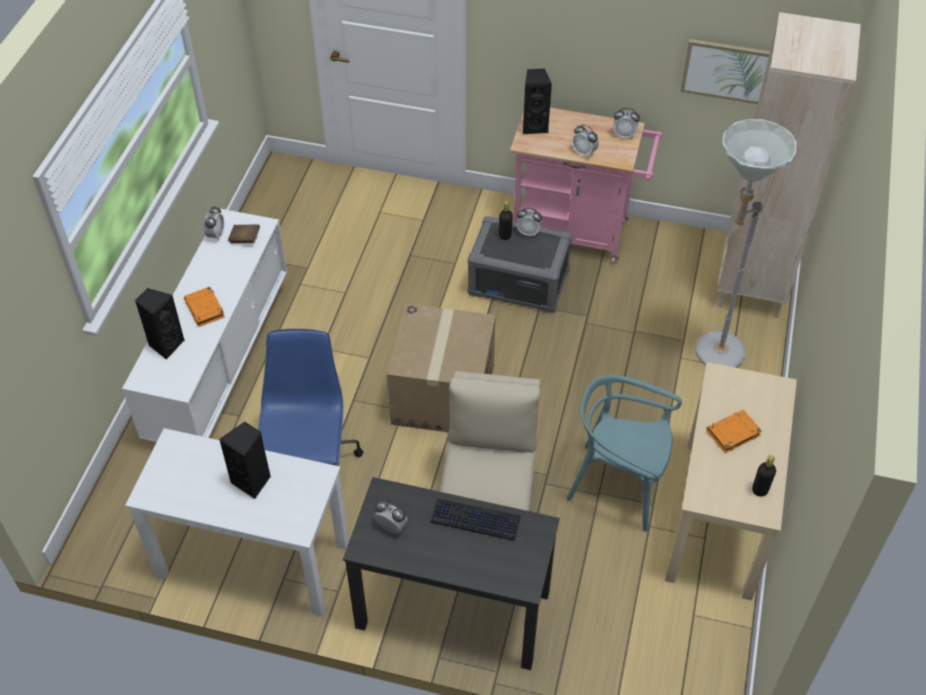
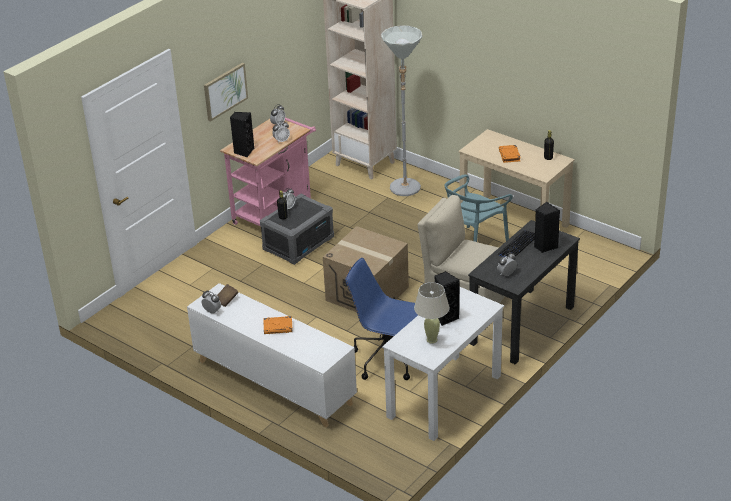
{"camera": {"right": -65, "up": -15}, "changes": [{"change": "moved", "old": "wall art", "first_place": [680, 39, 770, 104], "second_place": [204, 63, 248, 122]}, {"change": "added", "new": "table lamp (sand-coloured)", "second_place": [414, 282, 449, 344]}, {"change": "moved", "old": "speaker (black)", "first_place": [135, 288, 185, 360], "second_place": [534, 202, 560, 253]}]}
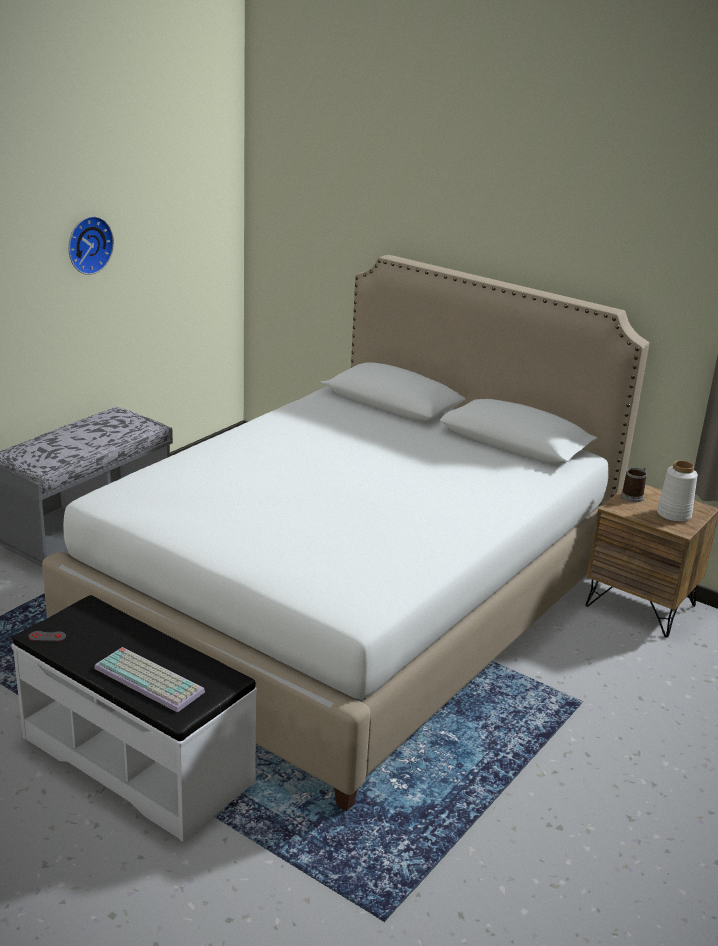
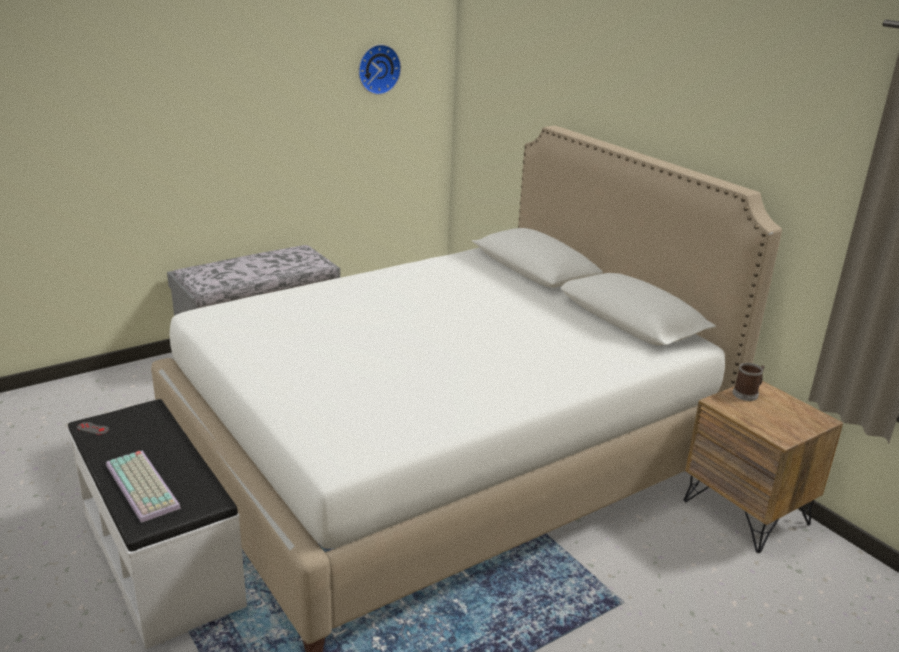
{"camera": {"right": 20, "up": 0}, "changes": [{"change": "moved", "old": "clock on the wall", "first_place": [68, 216, 114, 275], "second_place": [358, 44, 401, 95]}, {"change": "removed", "old": "decorative vase (whitish)", "first_place": [657, 460, 698, 522]}]}
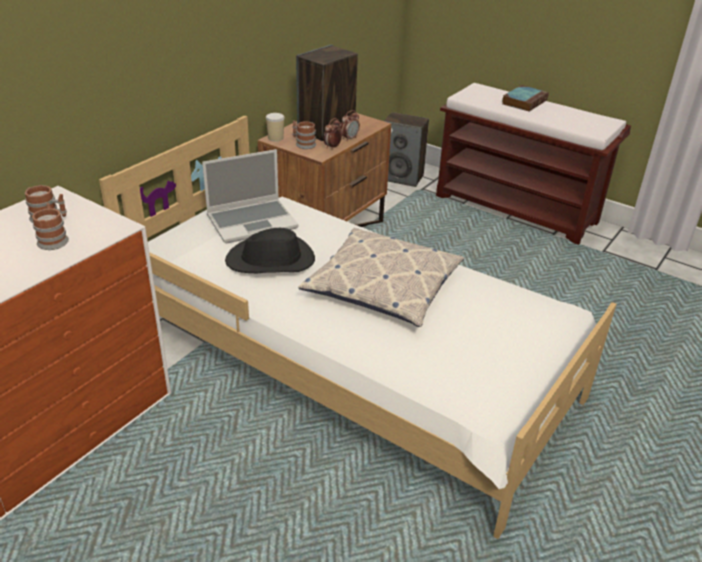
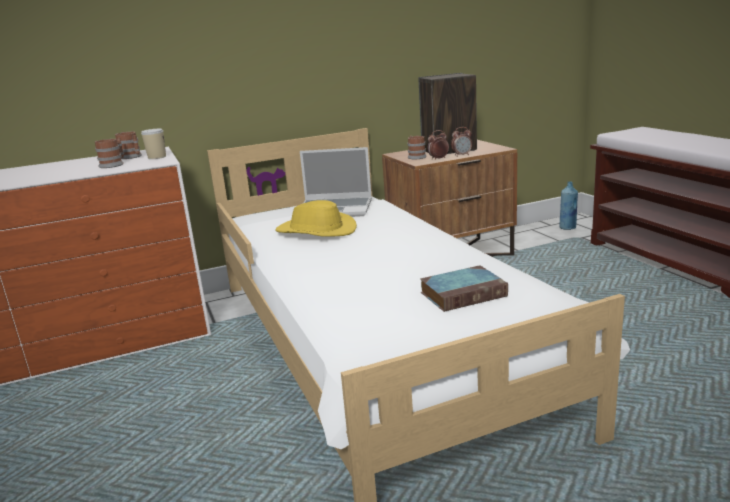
{"camera": {"right": 35, "up": -15}, "changes": [{"change": "moved", "old": "drinking cup", "first_place": [266, 113, 285, 142], "second_place": [141, 129, 166, 159]}, {"change": "recoloured", "old": "clothing hat (black)", "new": "clothing hat (yellow-coloured)", "first_place": [225, 228, 315, 273], "second_place": [275, 200, 357, 237]}, {"change": "moved", "old": "book", "first_place": [502, 85, 549, 112], "second_place": [420, 265, 508, 312]}, {"change": "replaced", "old": "speaker", "new": "bottle (blue)", "first_place": [384, 112, 429, 187], "second_place": [559, 181, 578, 230]}, {"change": "removed", "old": "throw pillow", "first_place": [298, 228, 464, 327]}]}
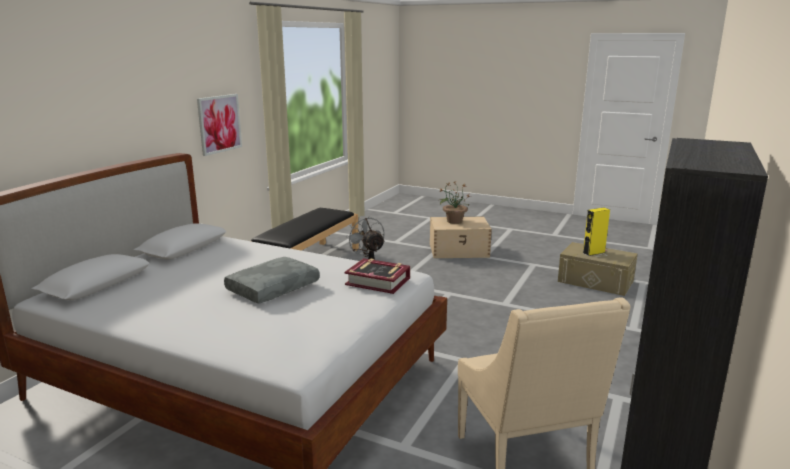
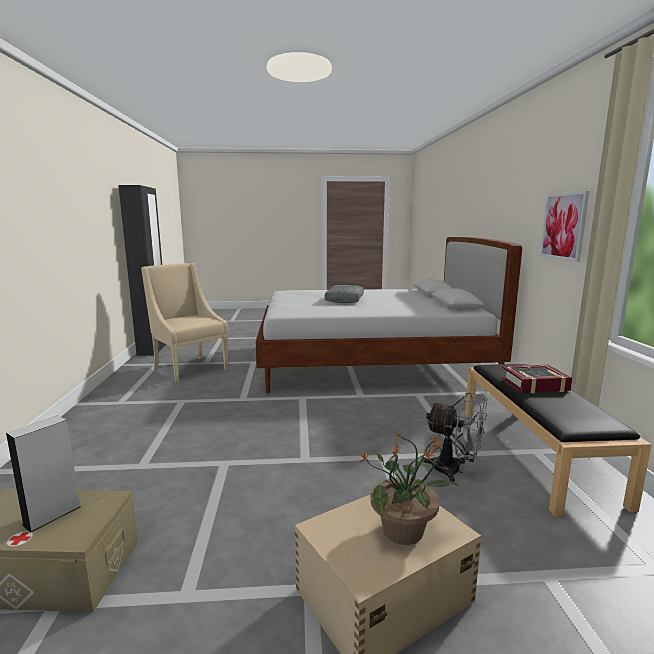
{"camera": {"right": 150, "up": -5}, "changes": [{"change": "recoloured", "old": "speaker (yellow-coloured)", "new": "speaker (grey)", "first_place": [583, 207, 610, 256], "second_place": [6, 416, 81, 533]}, {"change": "moved", "old": "book", "first_place": [345, 258, 410, 294], "second_place": [501, 365, 572, 393]}]}
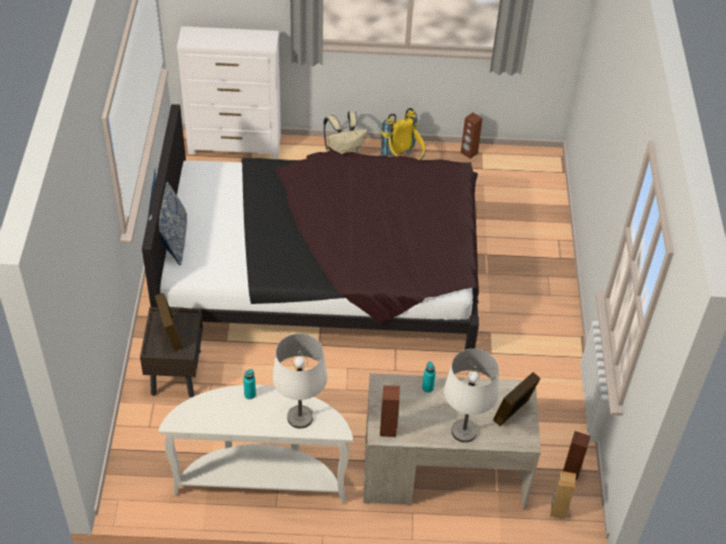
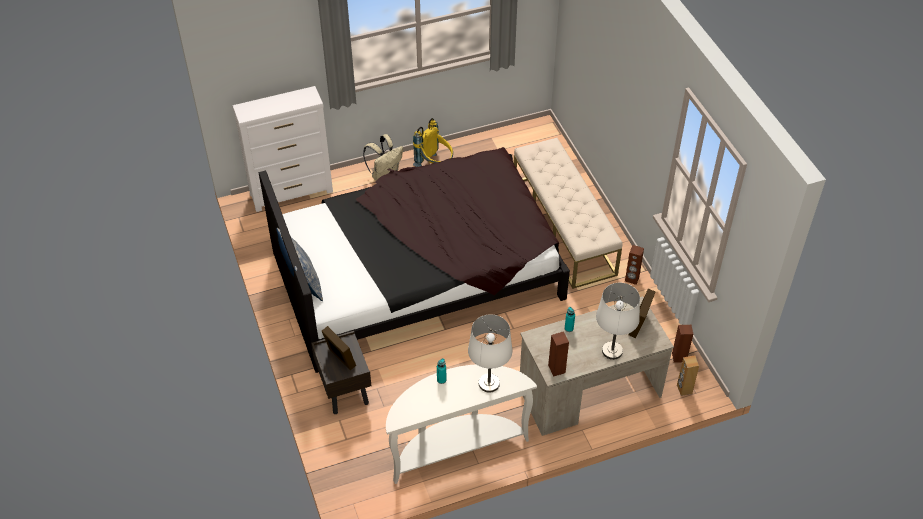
{"camera": {"right": -20, "up": 0}, "changes": [{"change": "added", "new": "bench (sand-coloured)", "second_place": [514, 138, 623, 289]}, {"change": "moved", "old": "speaker (brown-coloured)", "first_place": [461, 112, 482, 159], "second_place": [625, 245, 644, 285]}]}
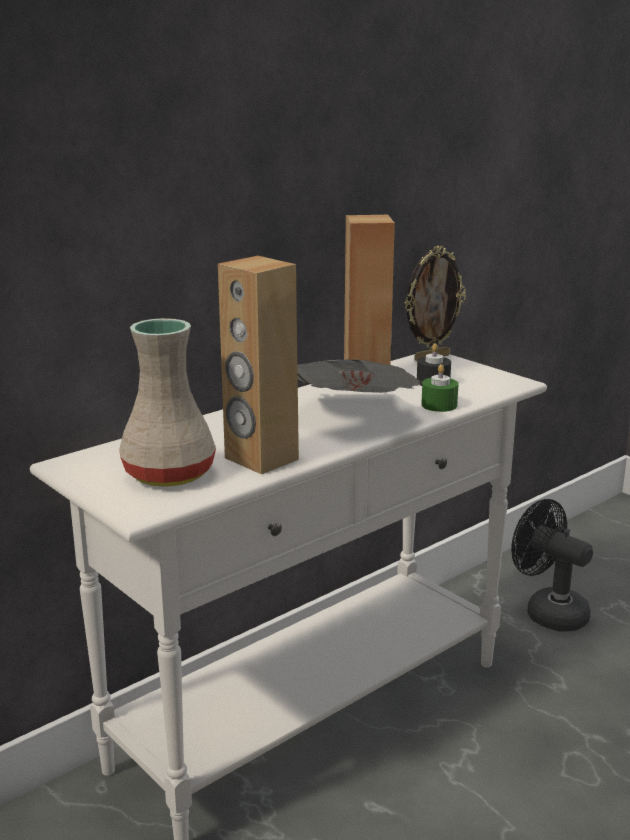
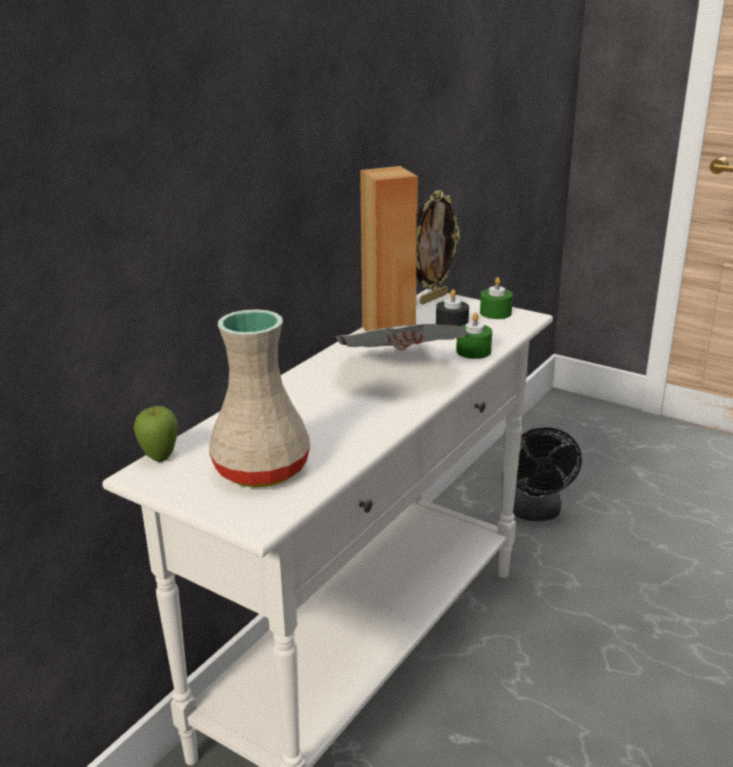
{"camera": {"right": -15, "up": 5}, "changes": [{"change": "added", "new": "apple fruit", "second_place": [133, 406, 177, 462]}, {"change": "added", "new": "wax light (green)", "second_place": [480, 277, 513, 319]}, {"change": "turned", "old": "fan (black)", "first_place": [511, 499, 593, 632], "second_place": [513, 427, 582, 521], "degrees": -120}, {"change": "removed", "old": "speaker (brown-coloured)", "first_place": [218, 256, 299, 474]}]}
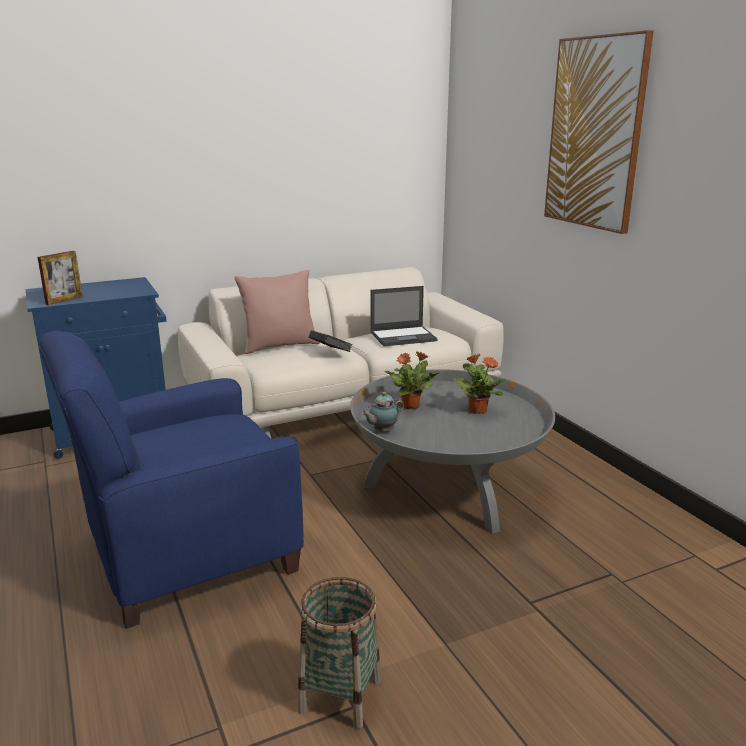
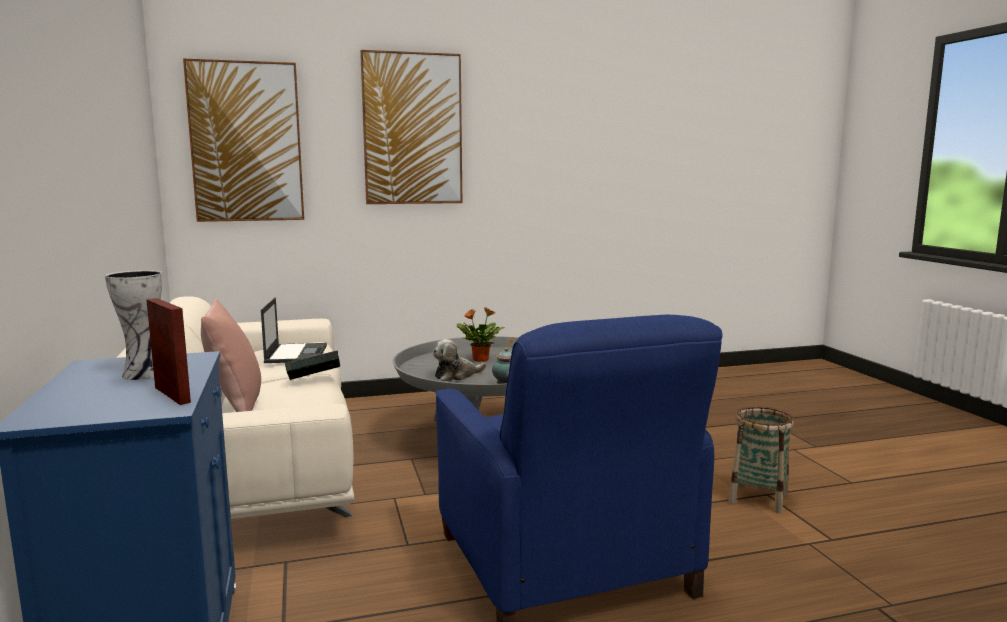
{"camera": {"right": -80, "up": -10}, "changes": [{"change": "added", "new": "decorative vase", "second_place": [105, 270, 162, 380]}, {"change": "added", "new": "wall art", "second_place": [183, 58, 304, 222]}, {"change": "replaced", "old": "plant in a pot", "new": "soft toy", "first_place": [384, 351, 440, 409], "second_place": [433, 339, 486, 381]}]}
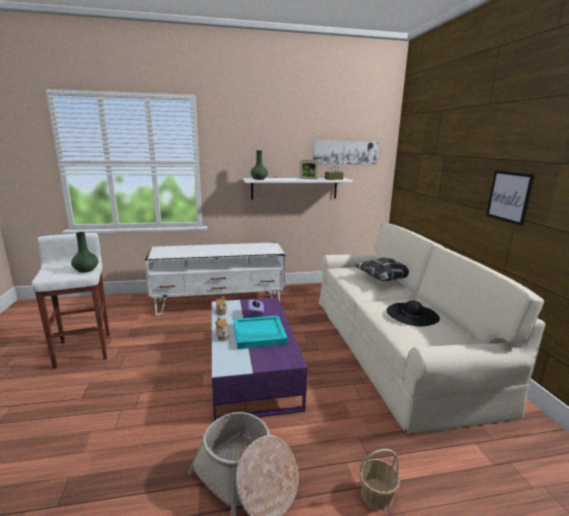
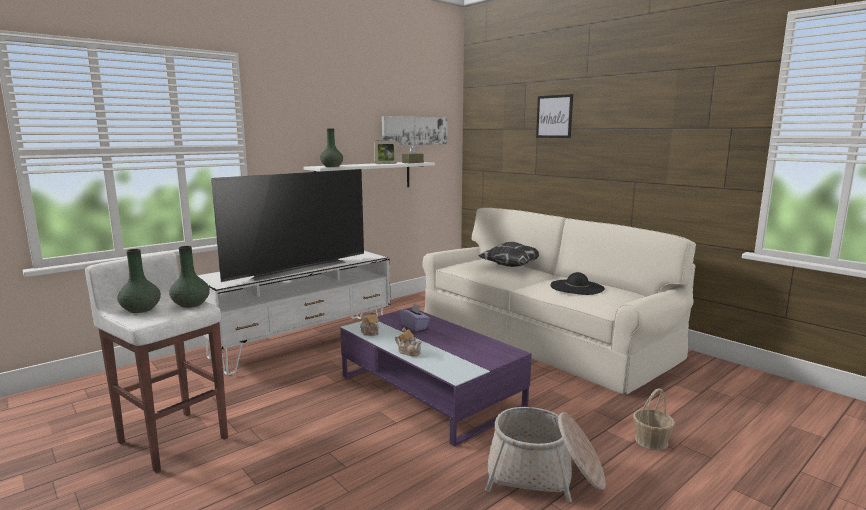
{"camera": {"right": -30, "up": -5}, "changes": [{"change": "added", "new": "decorative vase (green)", "second_place": [118, 249, 161, 313]}, {"change": "added", "new": "TV", "second_place": [211, 169, 364, 282]}, {"change": "moved", "old": "wall art", "first_place": [486, 170, 535, 226], "second_place": [536, 94, 573, 138]}, {"change": "removed", "old": "carrying tray (turquoise-coloured)", "first_place": [234, 315, 288, 349]}]}
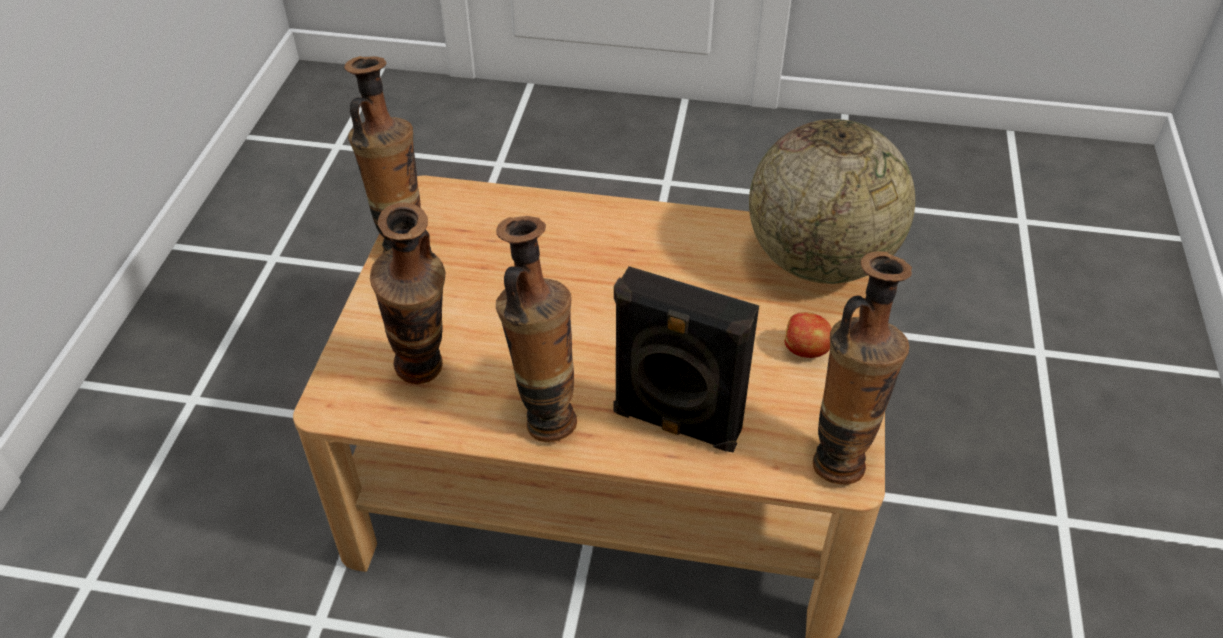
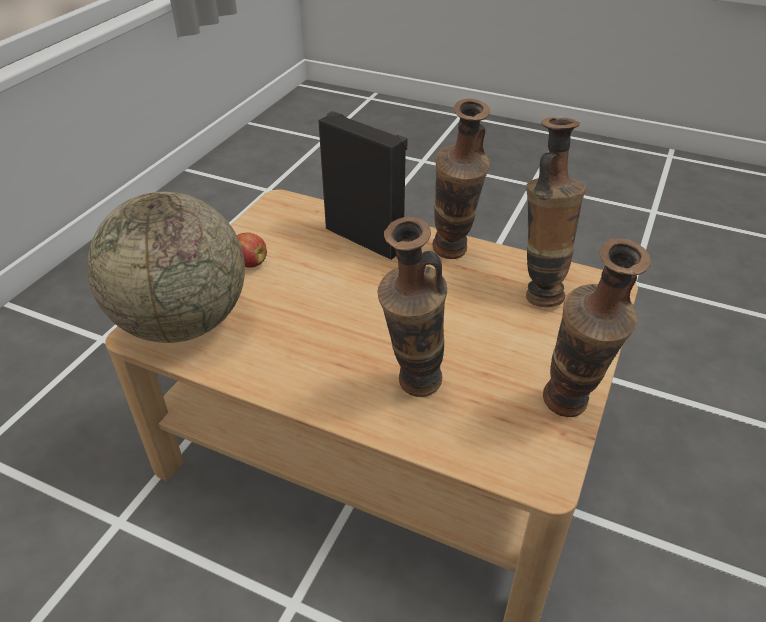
{"camera": {"right": -165, "up": -5}, "changes": [{"change": "moved", "old": "decorative vase", "first_place": [813, 251, 912, 485], "second_place": [378, 217, 447, 397]}]}
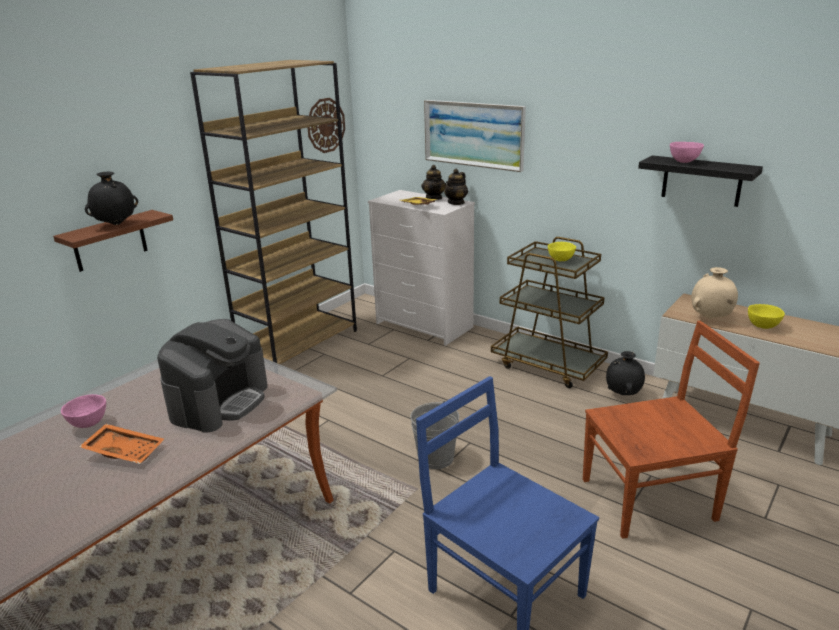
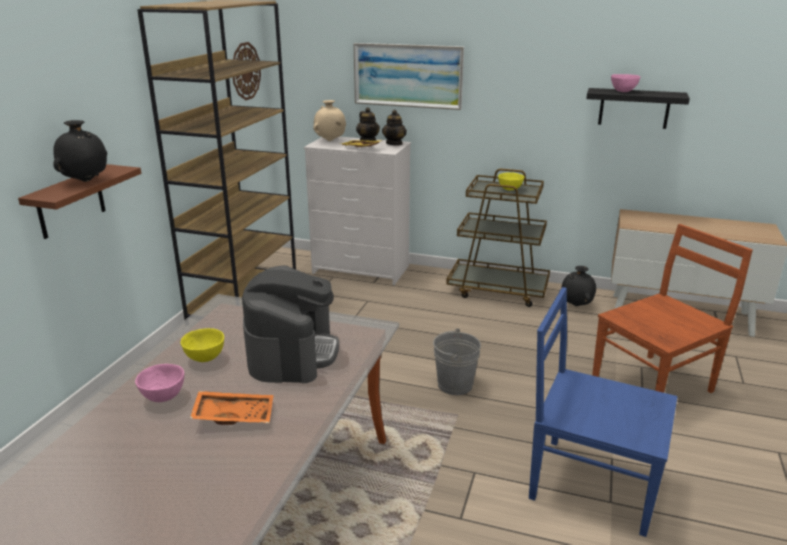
{"camera": {"right": -20, "up": 0}, "changes": [{"change": "moved", "old": "deep dish (yellow-coloured)", "first_place": [748, 304, 785, 329], "second_place": [181, 328, 224, 362]}, {"change": "moved", "old": "decorative vase (sand-coloured)", "first_place": [691, 267, 738, 319], "second_place": [313, 100, 346, 141]}]}
